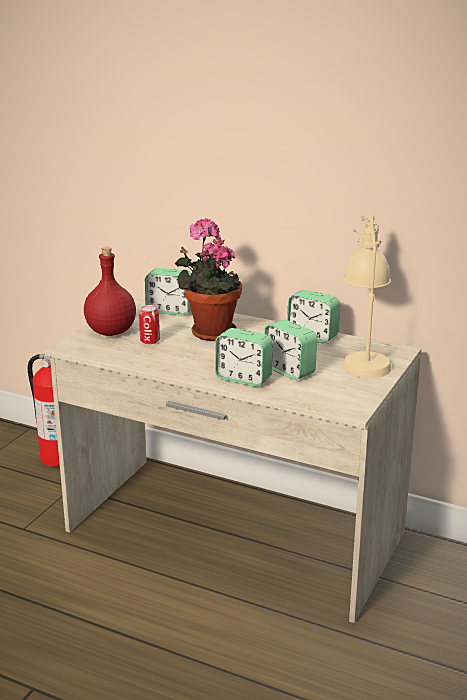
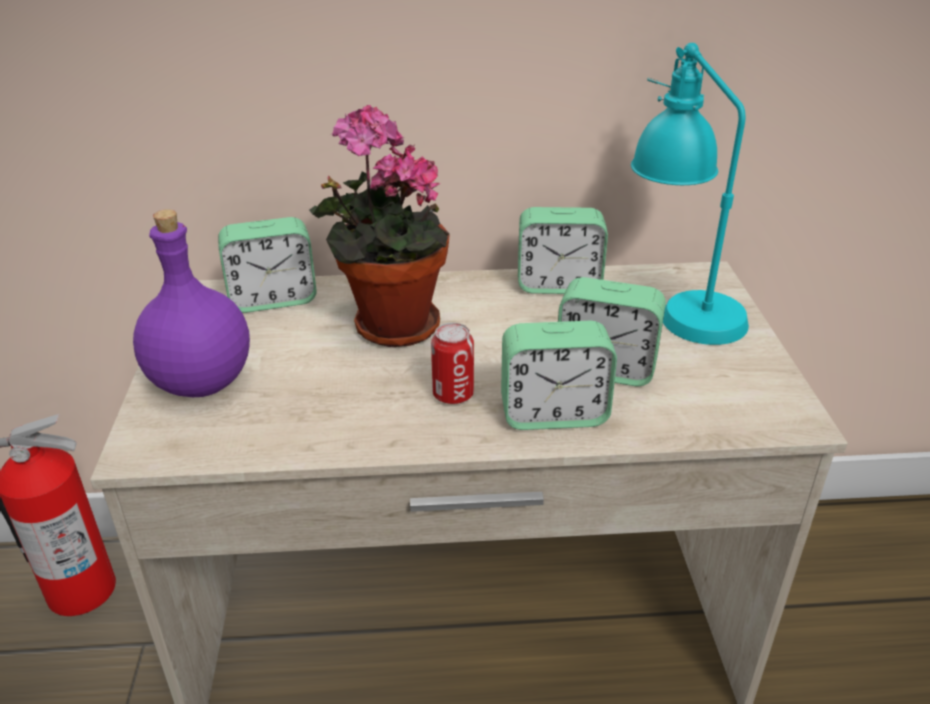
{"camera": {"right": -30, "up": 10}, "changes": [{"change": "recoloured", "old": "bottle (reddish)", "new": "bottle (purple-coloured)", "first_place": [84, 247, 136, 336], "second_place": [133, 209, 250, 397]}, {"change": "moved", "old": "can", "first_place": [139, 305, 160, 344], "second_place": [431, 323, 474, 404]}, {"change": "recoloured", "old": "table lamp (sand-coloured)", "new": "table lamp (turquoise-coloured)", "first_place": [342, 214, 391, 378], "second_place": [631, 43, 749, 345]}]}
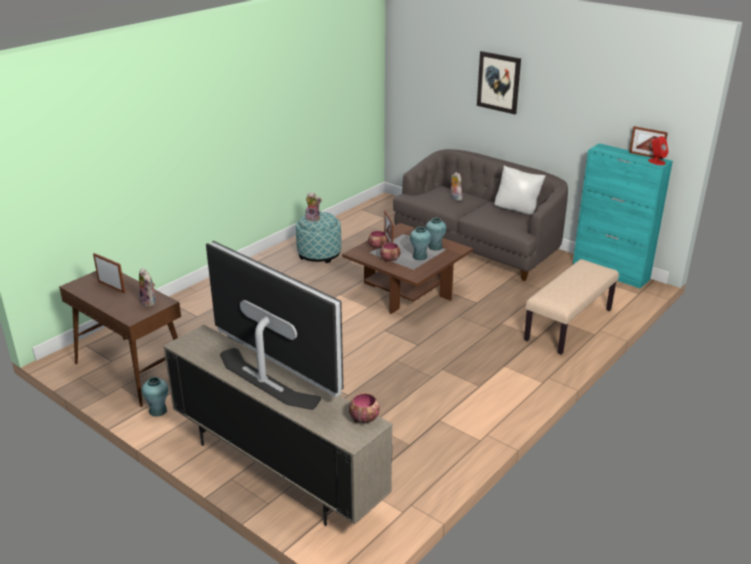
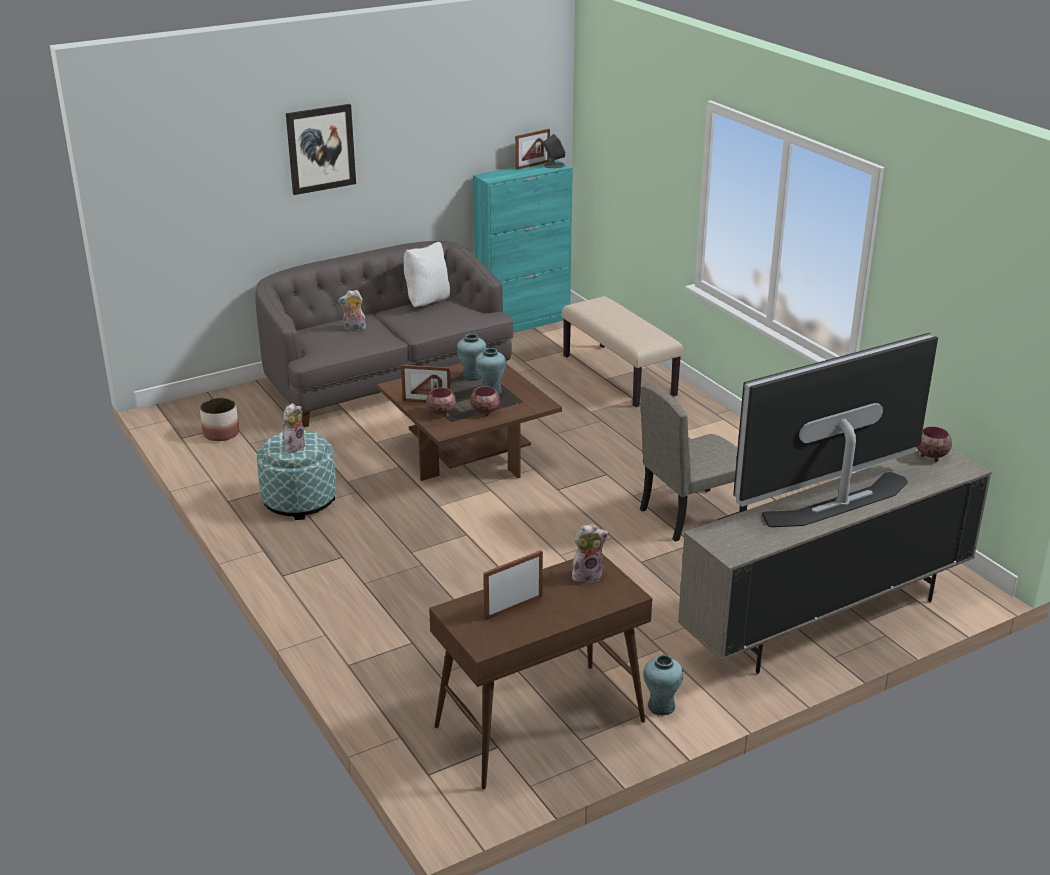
{"camera": {"right": -70, "up": 0}, "changes": [{"change": "added", "new": "planter", "second_place": [200, 398, 239, 441]}, {"change": "recoloured", "old": "speaker (reddish)", "new": "speaker (grey)", "first_place": [648, 136, 668, 165], "second_place": [544, 134, 565, 168]}, {"change": "added", "new": "plain chair (sand-coloured)", "second_place": [640, 385, 747, 542]}]}
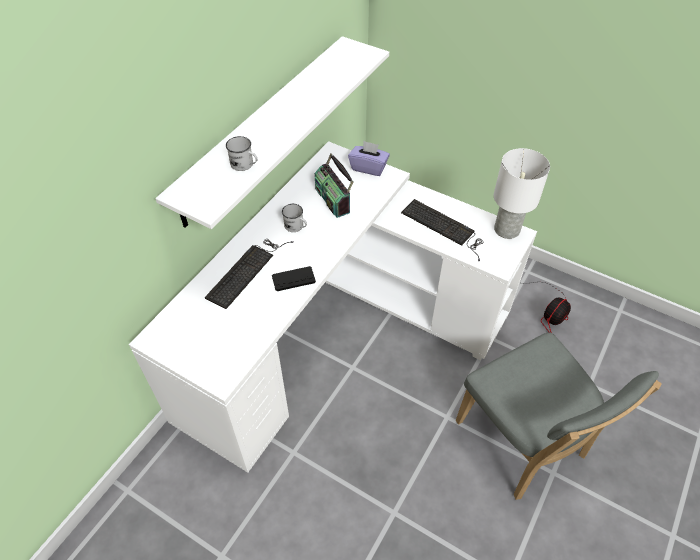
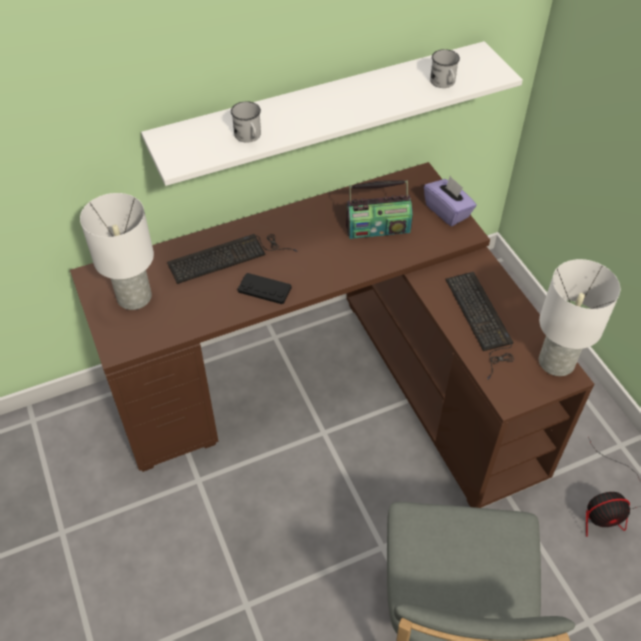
{"camera": {"right": 35, "up": 0}, "changes": [{"change": "recoloured", "old": "desk table (whitish)", "new": "desk table (brown-coloured)", "first_place": [129, 141, 537, 473], "second_place": [70, 162, 594, 508]}, {"change": "added", "new": "table lamp (whitish)", "second_place": [80, 193, 154, 310]}, {"change": "turned", "old": "radio receiver", "first_place": [315, 153, 354, 218], "second_place": [346, 180, 413, 239], "degrees": -105}, {"change": "moved", "old": "mug (whitish)", "first_place": [282, 204, 307, 232], "second_place": [430, 49, 460, 88]}]}
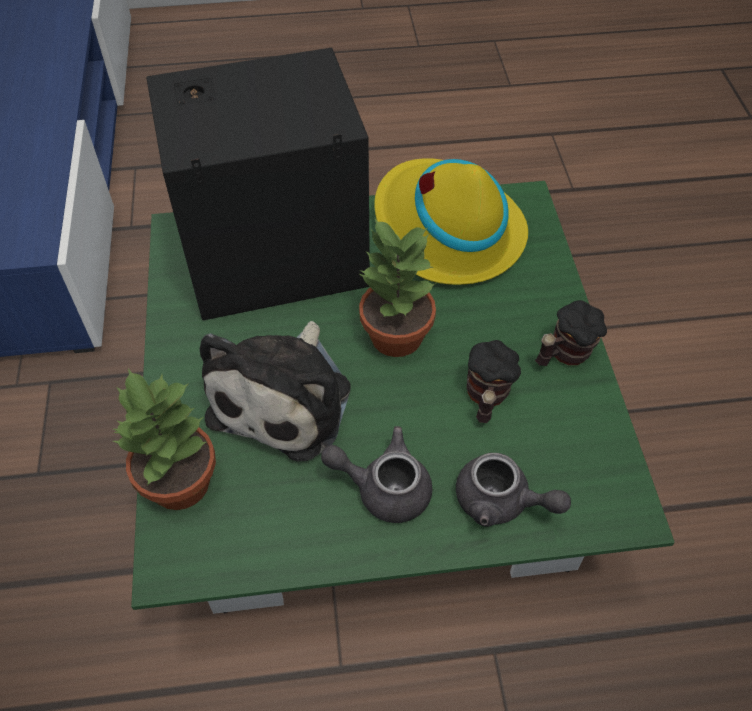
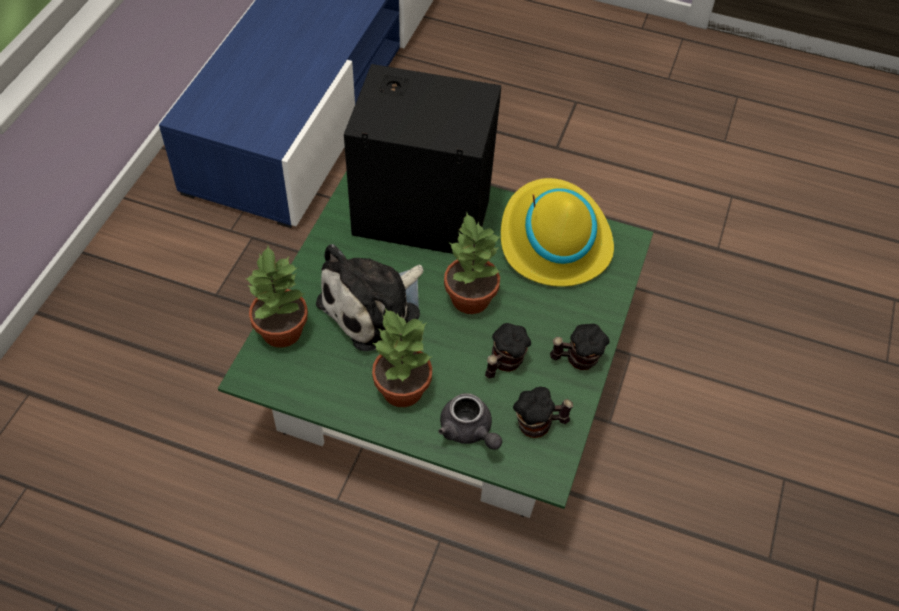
{"camera": {"right": 25, "up": 0}, "changes": [{"change": "replaced", "old": "pot for tea (grey)", "new": "plant in a pot", "first_place": [321, 426, 433, 523], "second_place": [372, 308, 432, 407]}, {"change": "added", "new": "mug", "second_place": [513, 387, 573, 438]}]}
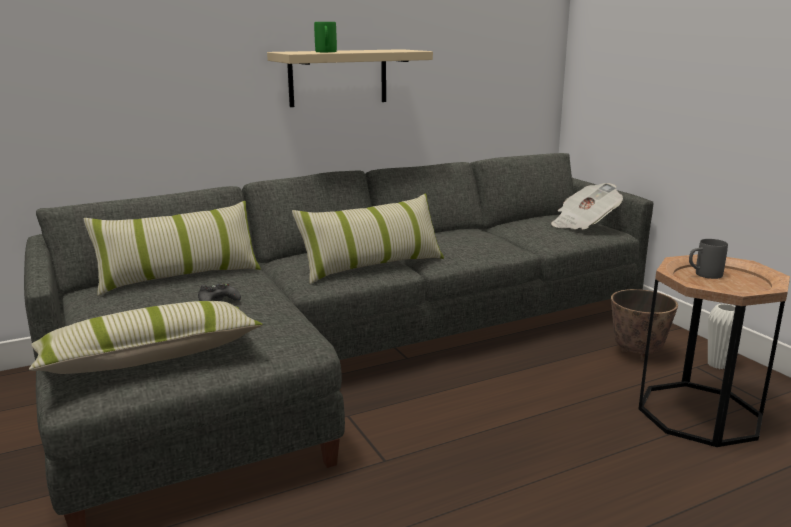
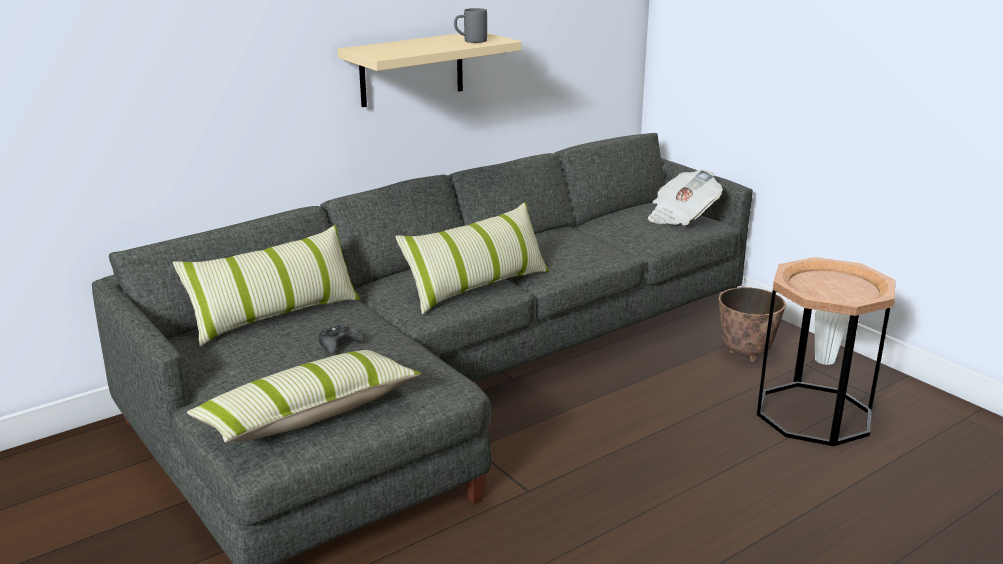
{"camera": {"right": -10, "up": 5}, "changes": [{"change": "moved", "old": "mug (grey)", "first_place": [689, 239, 728, 279], "second_place": [454, 8, 487, 43]}, {"change": "removed", "old": "mug (green)", "first_place": [314, 22, 337, 52]}]}
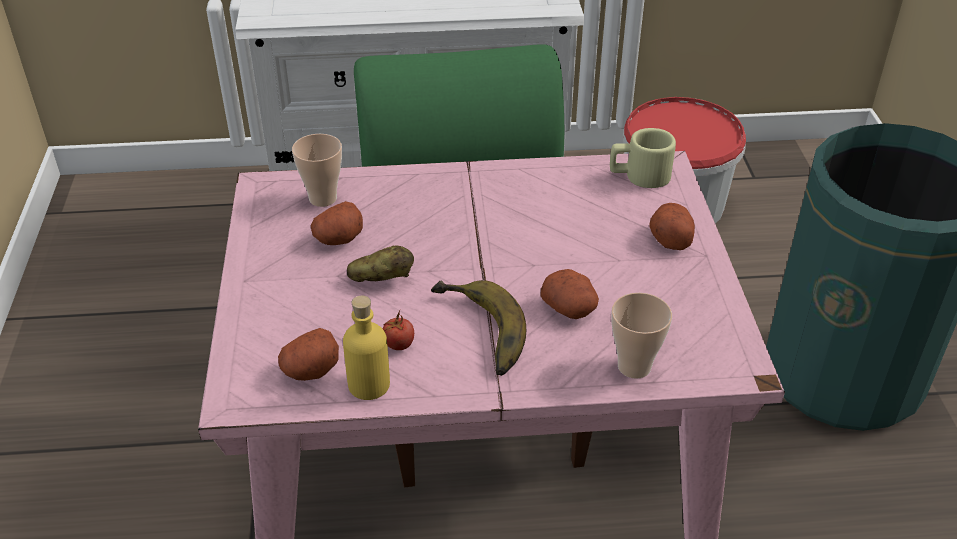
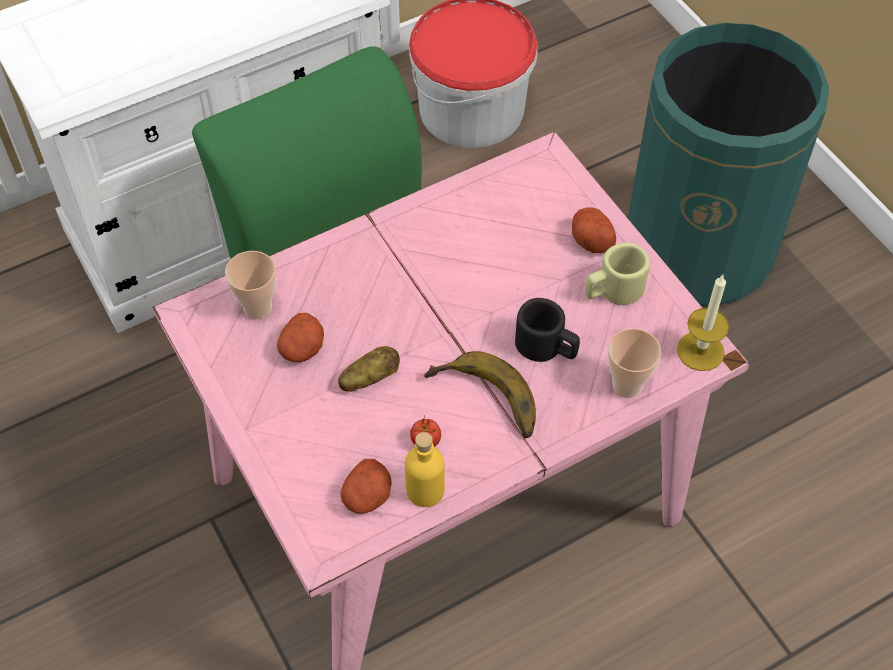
{"camera": {"right": -25, "up": 15}, "changes": [{"change": "replaced", "old": "potato", "new": "mug (black)", "first_place": [541, 269, 599, 319], "second_place": [515, 298, 580, 362]}, {"change": "moved", "old": "mug (sand-coloured)", "first_place": [610, 128, 676, 188], "second_place": [585, 243, 650, 305]}, {"change": "added", "new": "wax light", "second_place": [677, 275, 729, 371]}]}
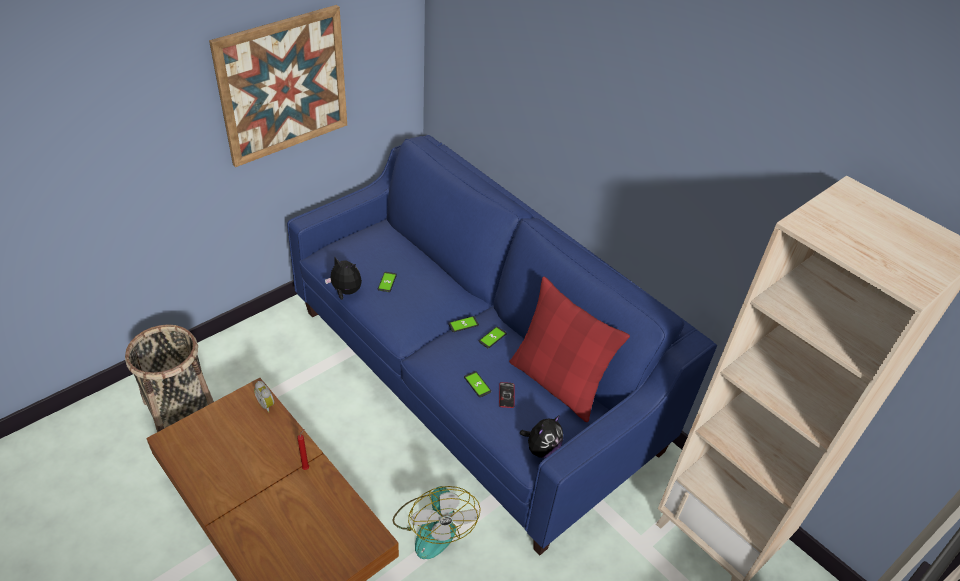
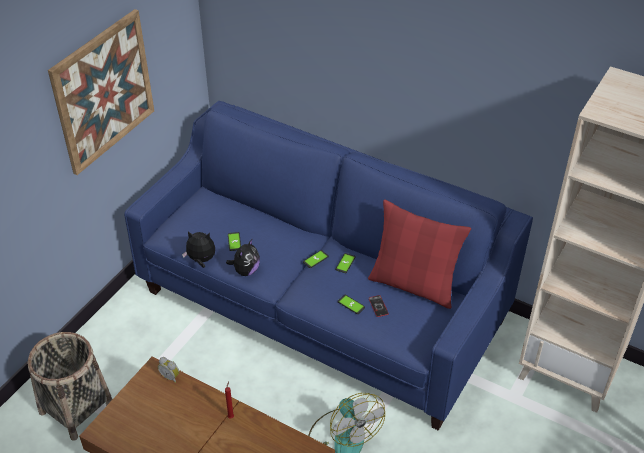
{"camera": {"right": -15, "up": 0}, "changes": [{"change": "moved", "old": "soft toy", "first_place": [520, 415, 563, 458], "second_place": [226, 239, 260, 276]}]}
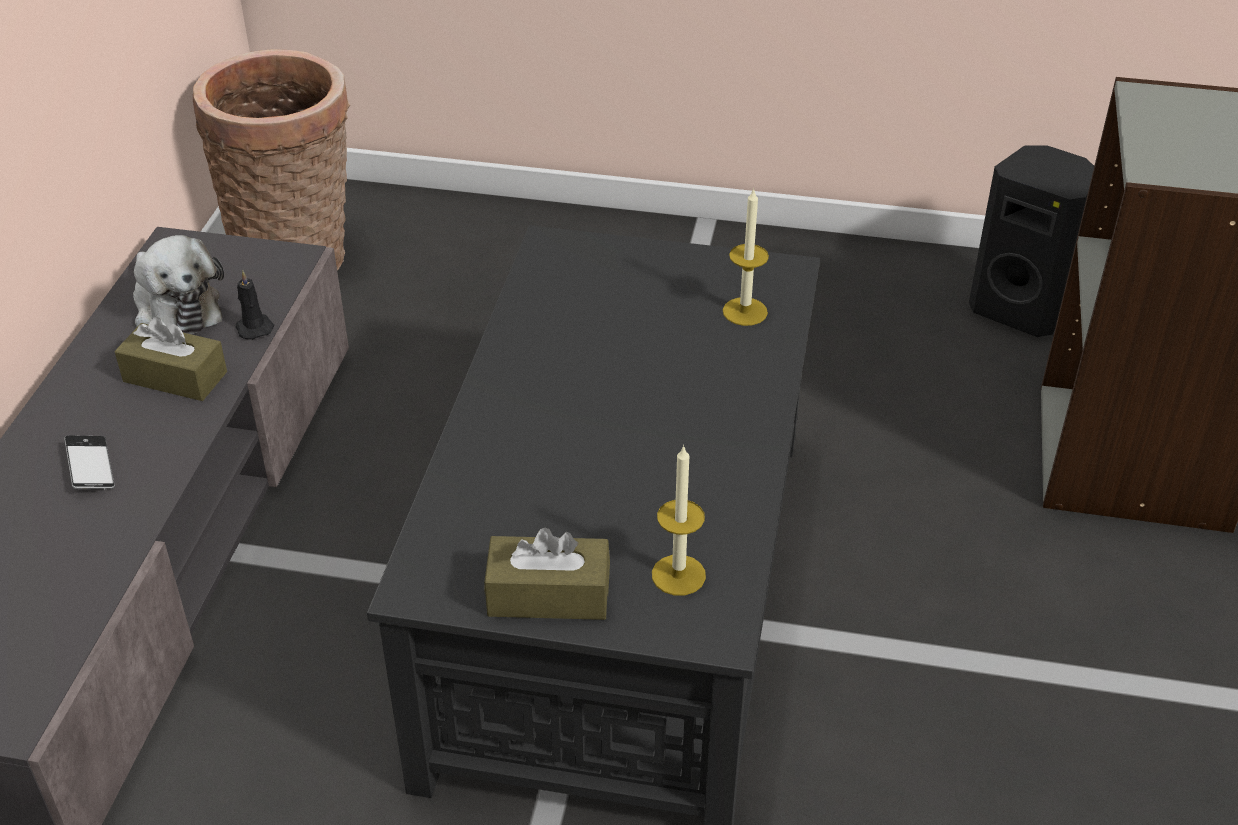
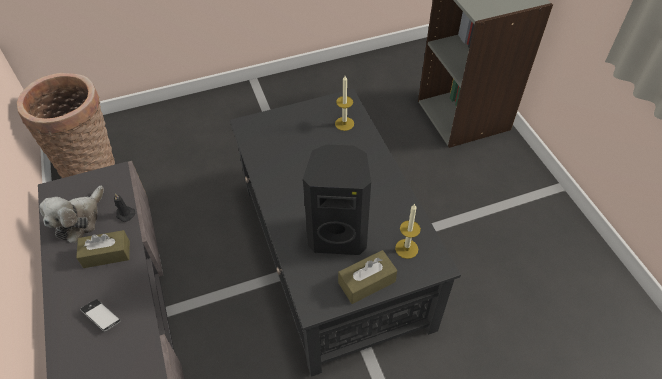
{"camera": {"right": -30, "up": 10}, "changes": [{"change": "turned", "old": "soft toy", "first_place": [133, 235, 224, 334], "second_place": [39, 185, 104, 243], "degrees": 90}, {"change": "moved", "old": "speaker (black)", "first_place": [969, 145, 1094, 337], "second_place": [303, 144, 371, 255]}]}
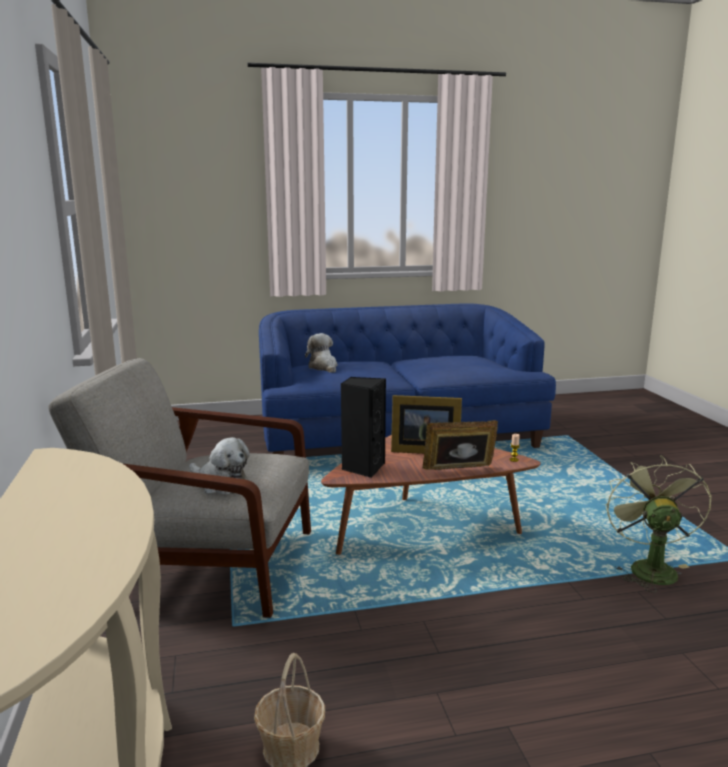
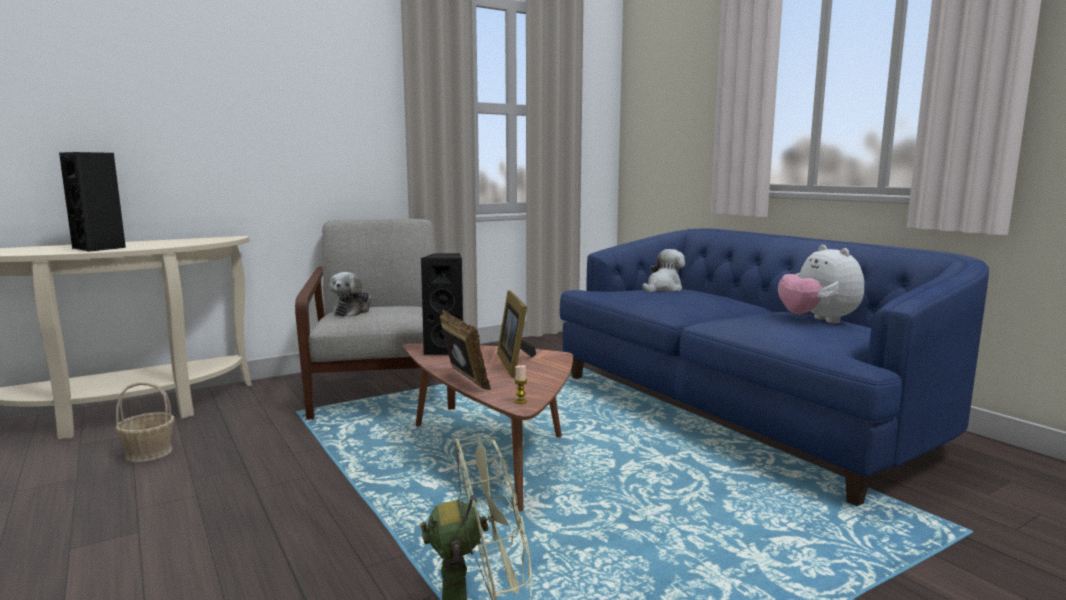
{"camera": {"right": 70, "up": -5}, "changes": [{"change": "added", "new": "speaker (black)", "second_place": [59, 152, 126, 252]}, {"change": "added", "new": "soft toy", "second_place": [778, 245, 864, 323]}]}
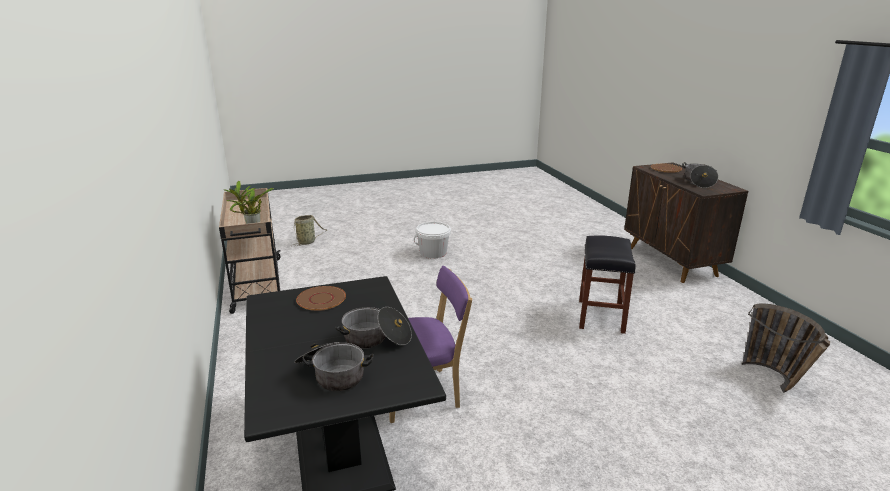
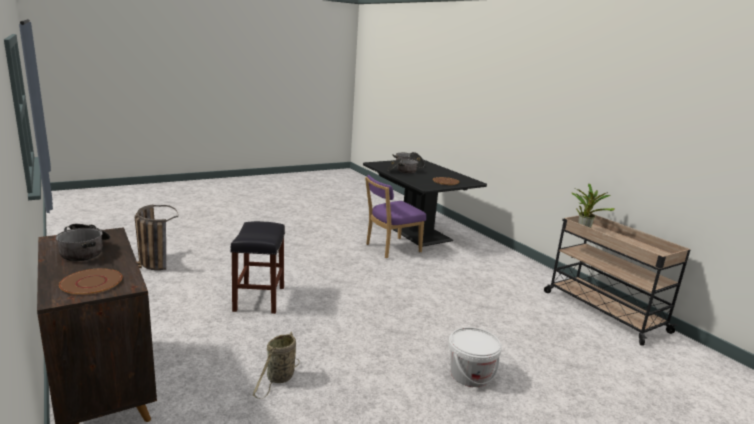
{"camera": {"right": 165, "up": -5}, "changes": [{"change": "moved", "old": "storage basket", "first_place": [291, 215, 327, 246], "second_place": [253, 332, 300, 399]}]}
